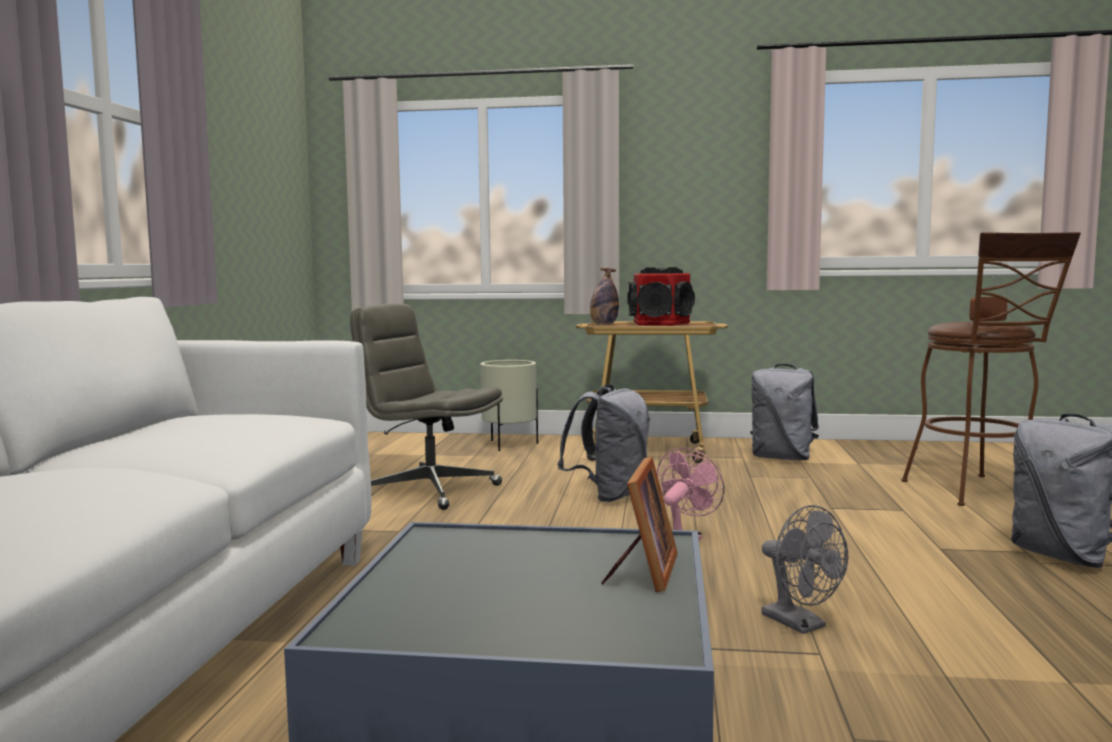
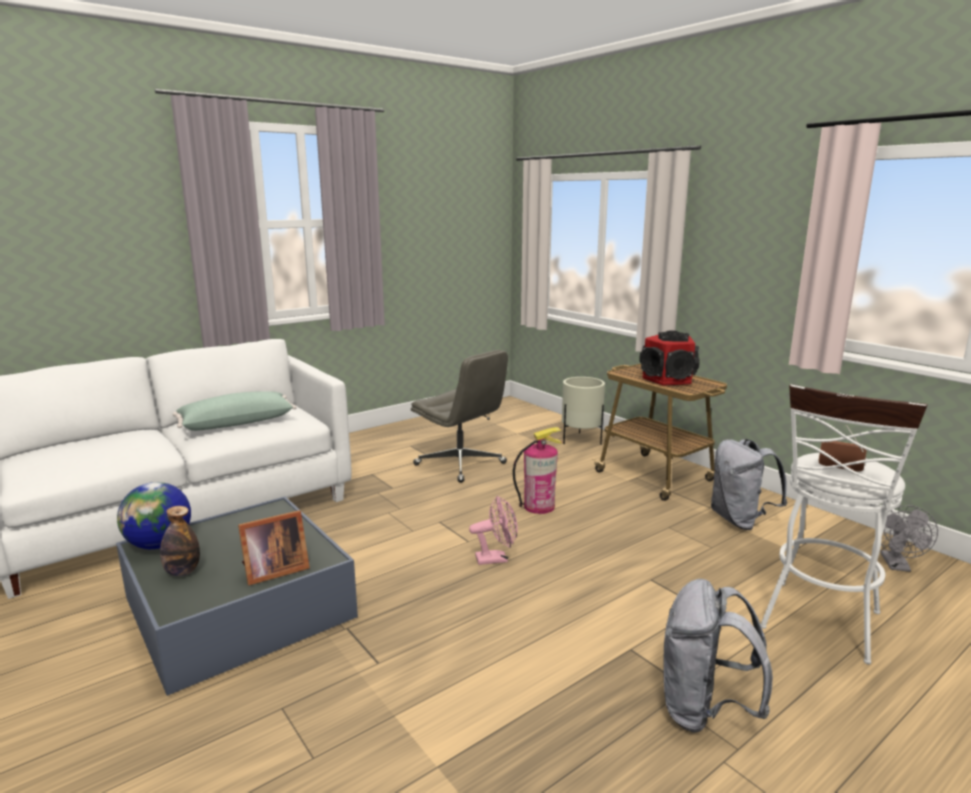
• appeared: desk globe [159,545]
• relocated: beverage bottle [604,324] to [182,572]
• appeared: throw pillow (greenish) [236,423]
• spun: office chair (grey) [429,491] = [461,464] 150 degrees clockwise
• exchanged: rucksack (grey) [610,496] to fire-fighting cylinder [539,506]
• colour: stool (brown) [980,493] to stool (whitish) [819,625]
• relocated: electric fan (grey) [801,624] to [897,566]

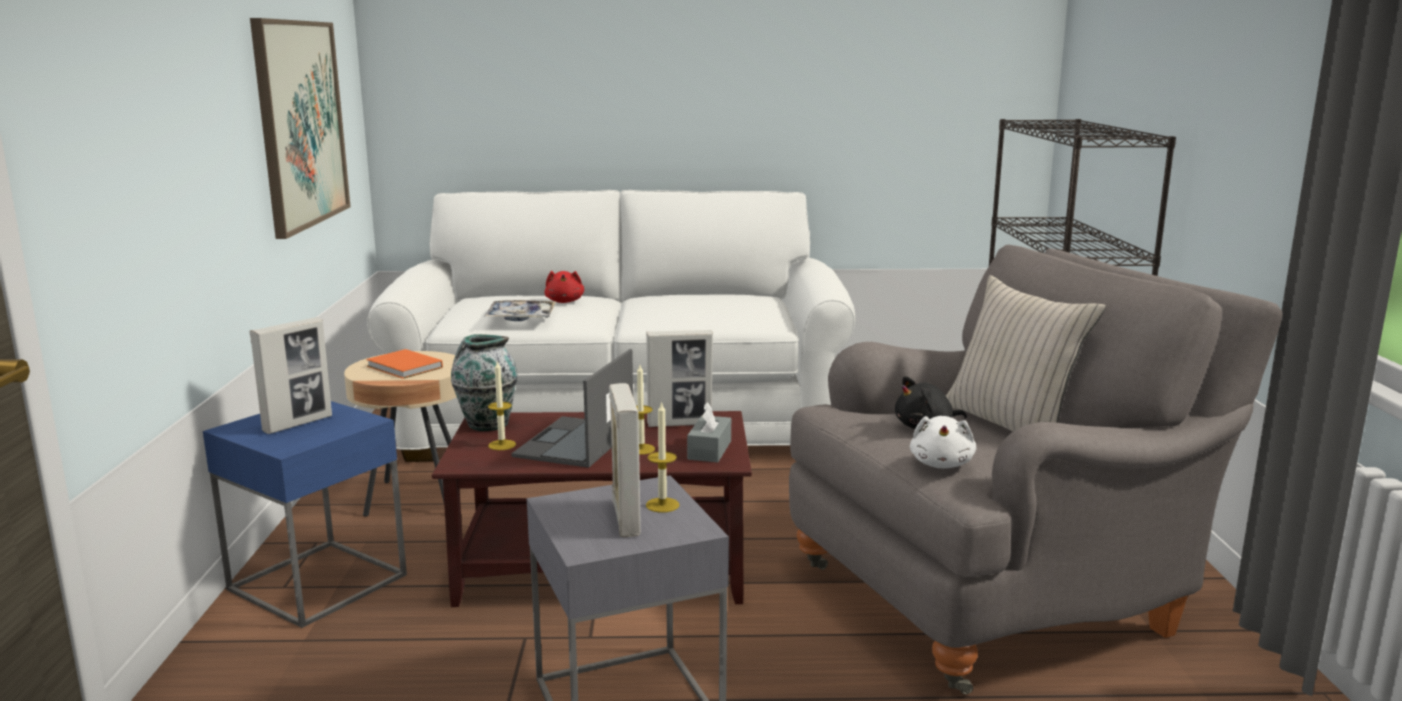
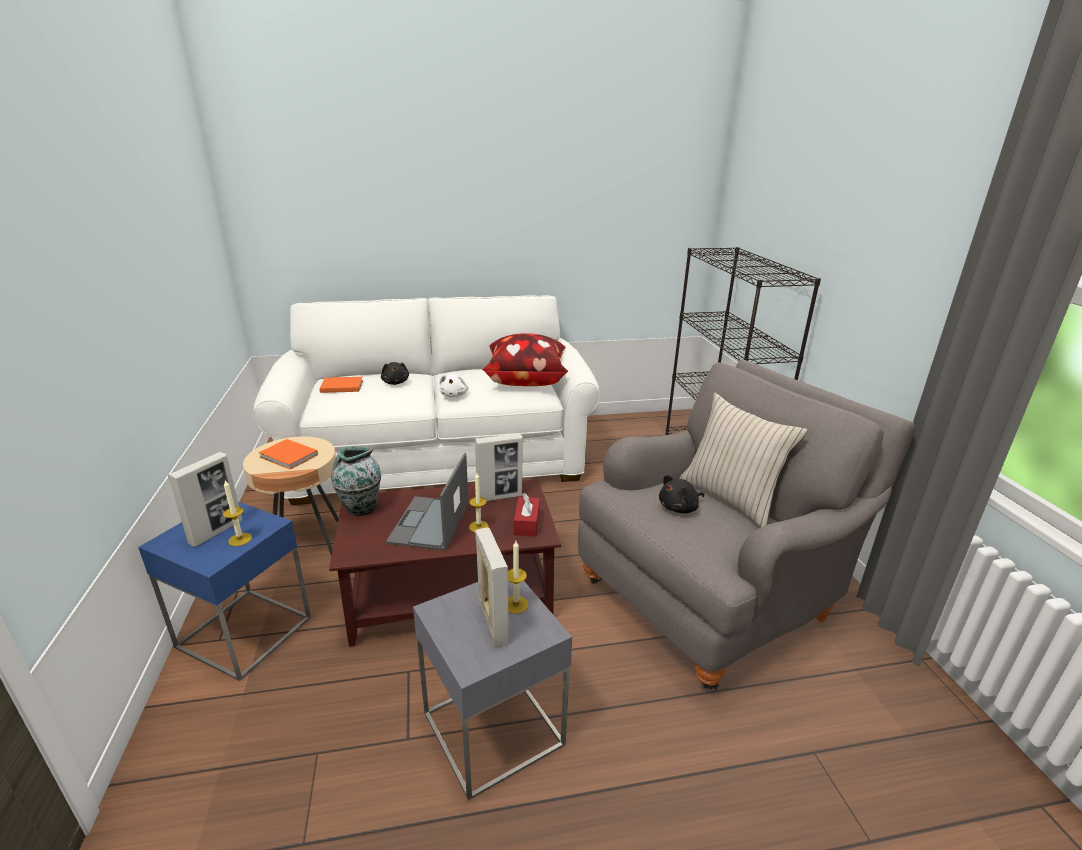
• relocated: wax light [502,445] to [240,539]
• appeared: volume (orange) [341,386]
• colour: plush toy (red-coloured) [565,301] to plush toy (black-coloured) [395,382]
• relocated: plush toy (whitish) [941,464] to [454,395]
• appeared: throw pillow [525,380]
• colour: tissue box (grey) [709,450] to tissue box (red-coloured) [527,523]
• missing: wall picture [301,123]
• missing: tray [521,317]

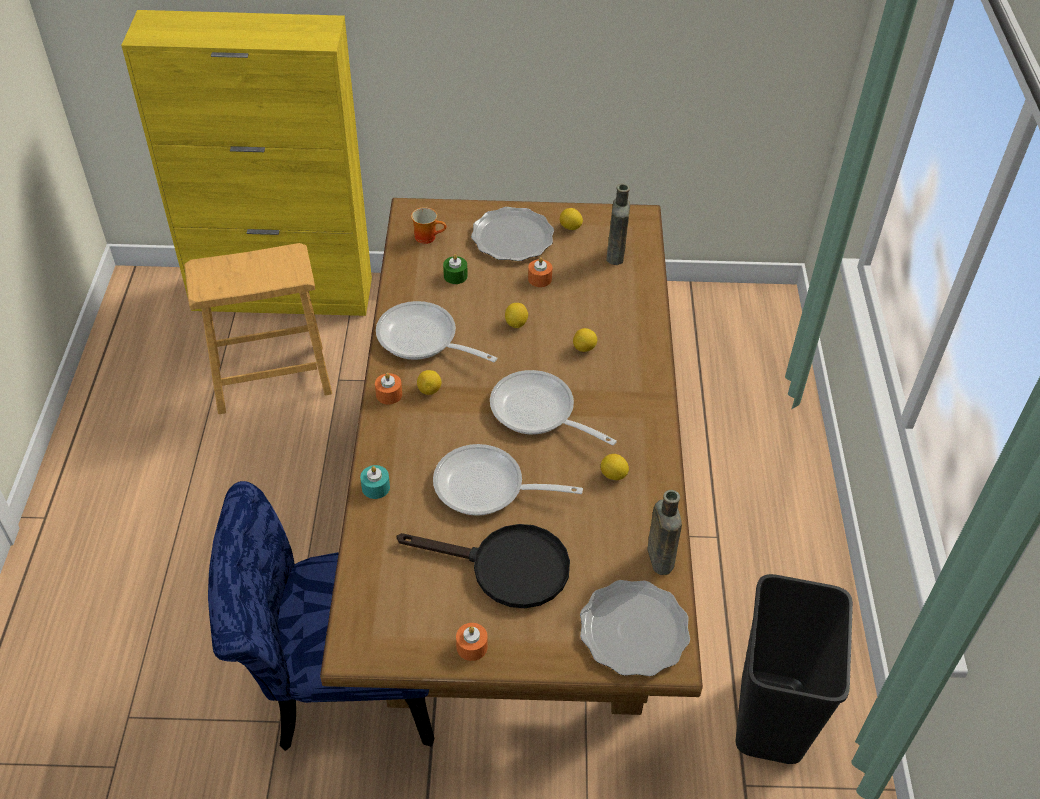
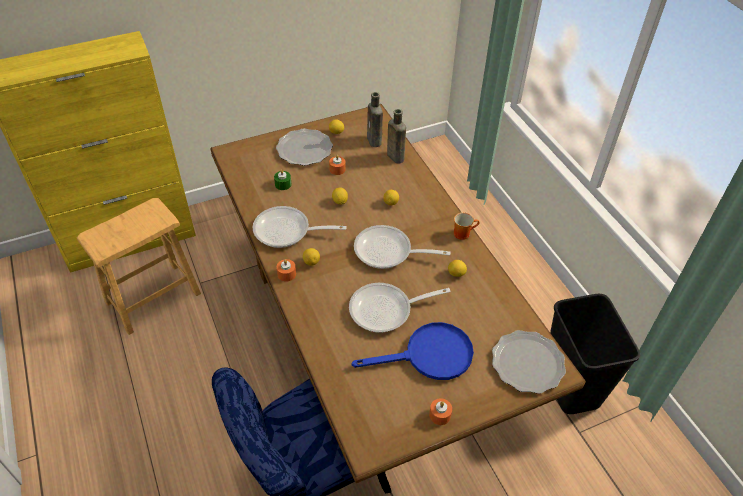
• colour: pan (black-coloured) [506,567] to pan (bluish) [429,356]
• relocated: beverage bottle (brown) [659,557] to [394,156]
• relocated: mug [428,236] to [463,233]
• missing: wax light (turquoise) [375,487]

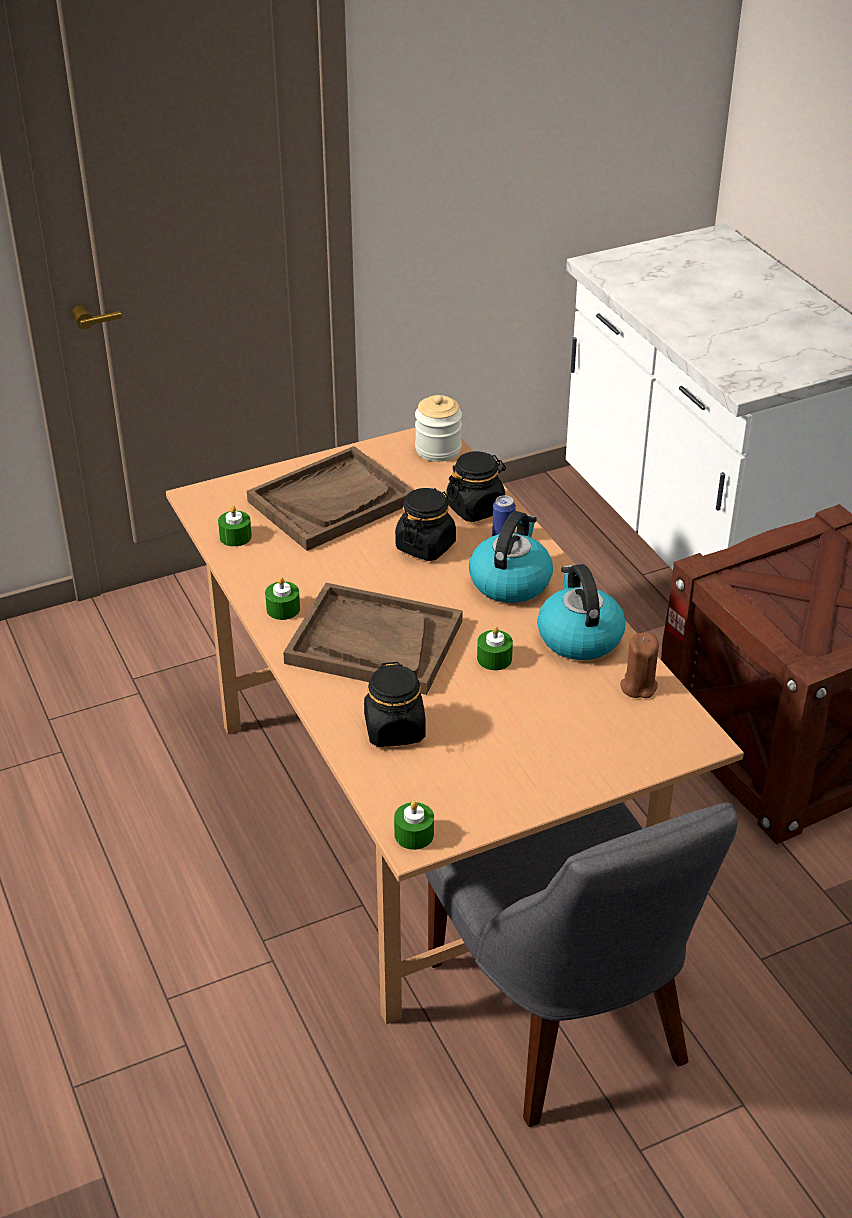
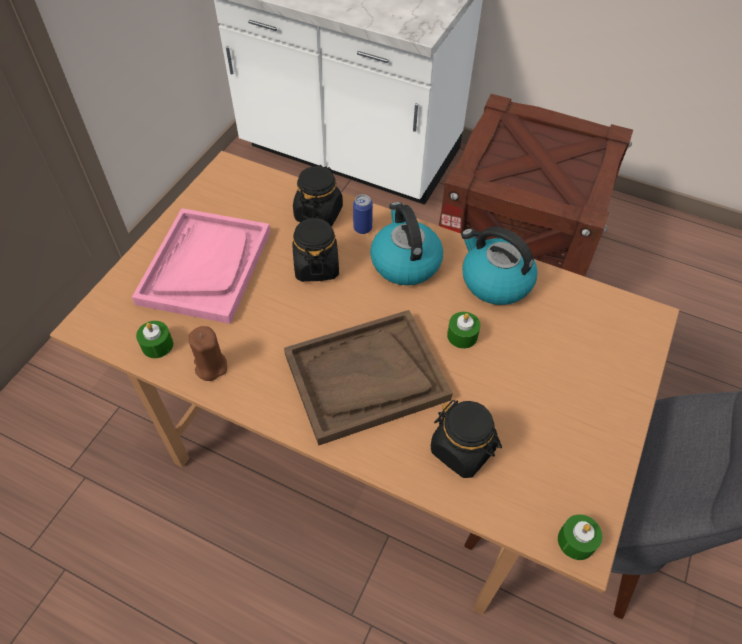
• colour: tray (brown) [331,501] to tray (pink) [205,266]
• relocated: wax light (brown) [638,686] to [210,366]
• missing: wax light (greenish) [283,609]
• missing: storage jar [438,450]

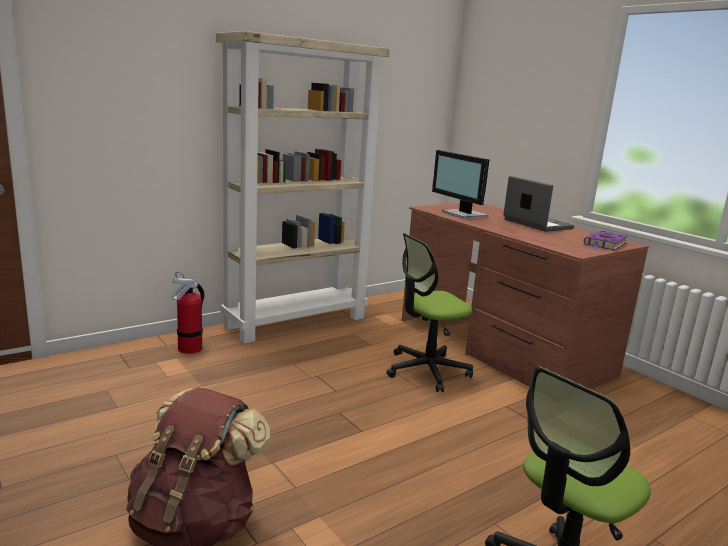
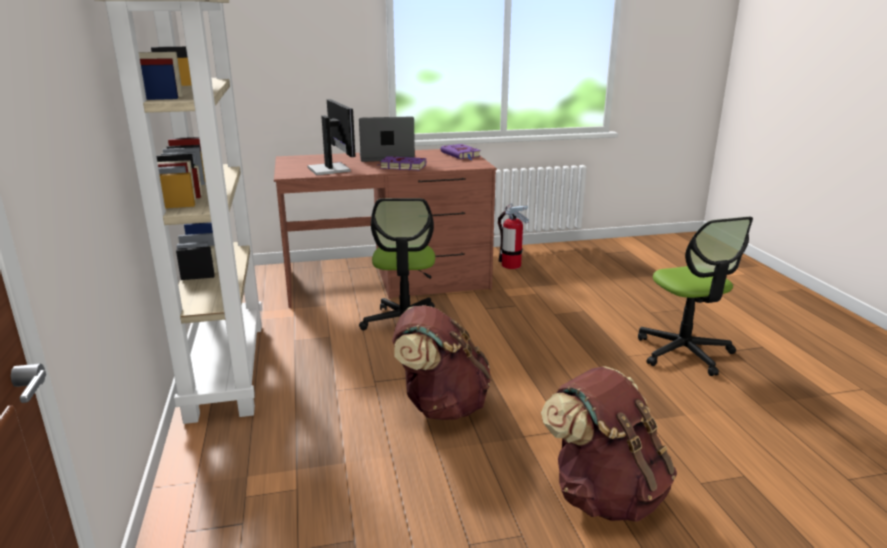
• spun: computer screen [463,214] = [330,169] 105 degrees counterclockwise
• appeared: volume (purple-coloured) [401,166]
• appeared: rucksack (brown) [440,406]
• relocated: fire-fighting cylinder [190,348] to [510,265]

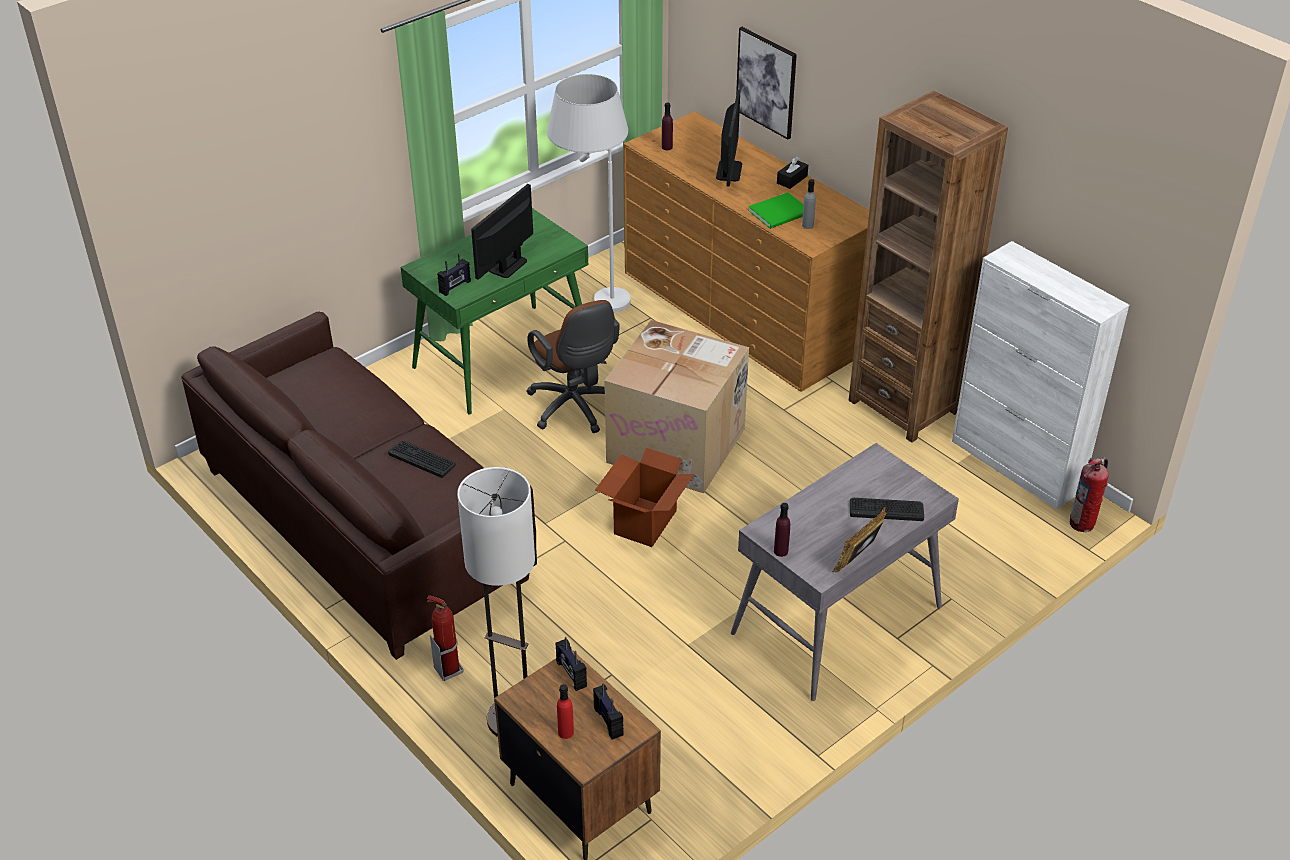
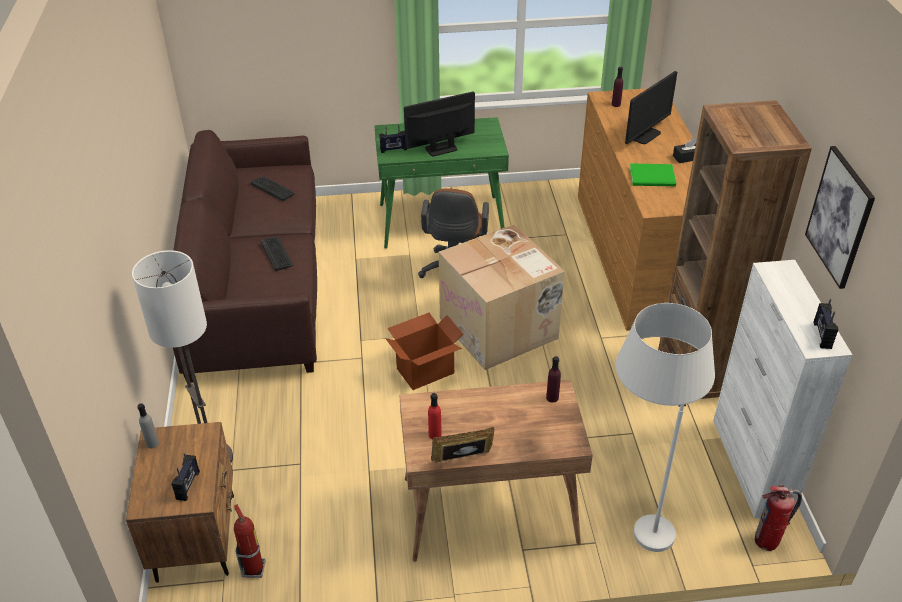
• relocated: beverage bottle (grey) [807,225] to [152,443]
• relocated: fire-fighting cylinder [448,669] to [254,568]
• relocated: computer keyboard [886,509] to [273,188]
• colour: desk unit (grey) [836,621] to desk unit (brown) [489,511]
• relocated: beverage bottle (red-coloured) [566,732] to [435,435]
• relocated: beverage bottle (purple-coloured) [781,551] to [552,398]
• relocated: standard lamp (whitish) [592,299] to [635,520]
• relocated: wall picture [766,82] to [840,217]
• relocated: radio [571,674] to [821,335]

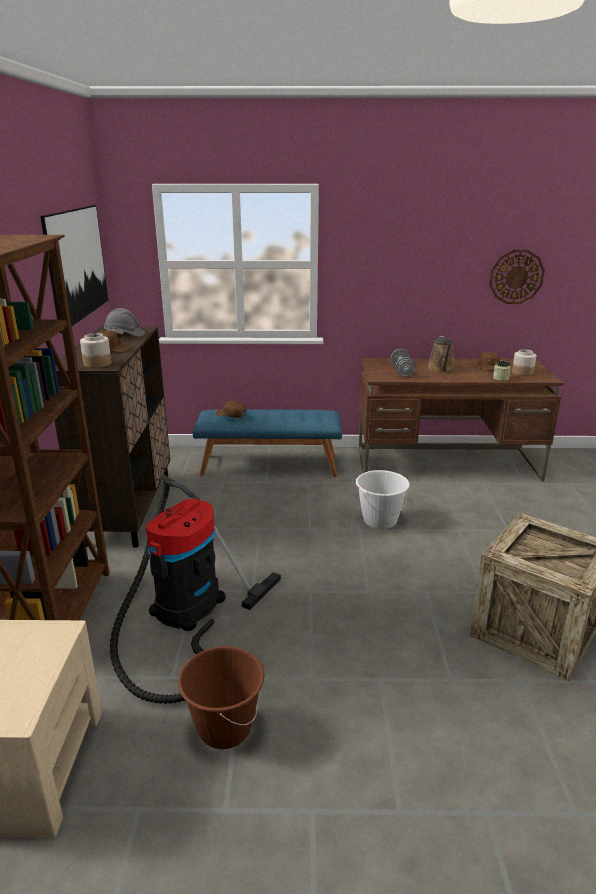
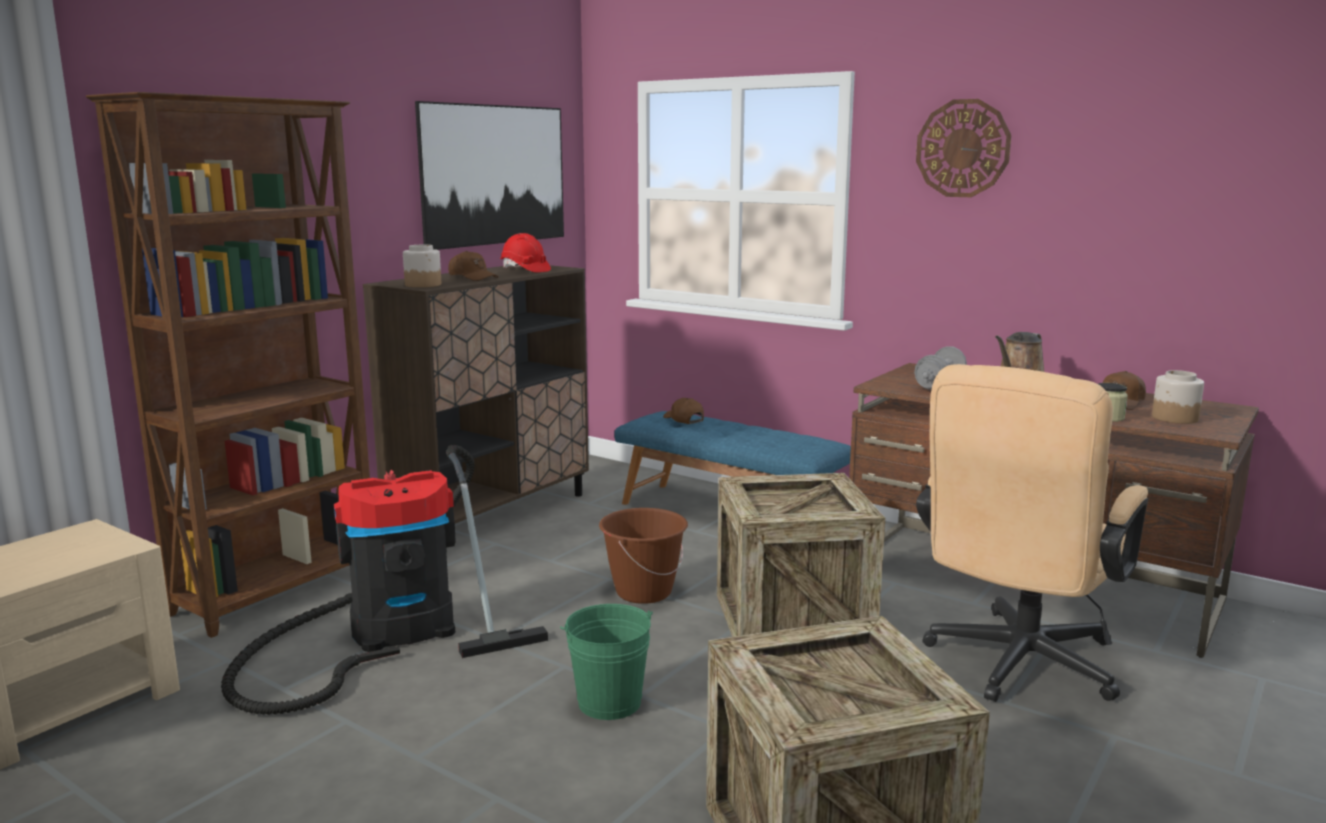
• colour: work helmet (grey) [124,335] to work helmet (red-coloured) [525,270]
• appeared: bucket (greenish) [609,702]
• relocated: bucket (brown) [224,728] to [643,592]
• exchanged: bucket (whitish) [379,520] to packing crate [792,620]
• relocated: hanging clock [516,277] to [963,148]
• appeared: office chair (sand-coloured) [1016,667]

